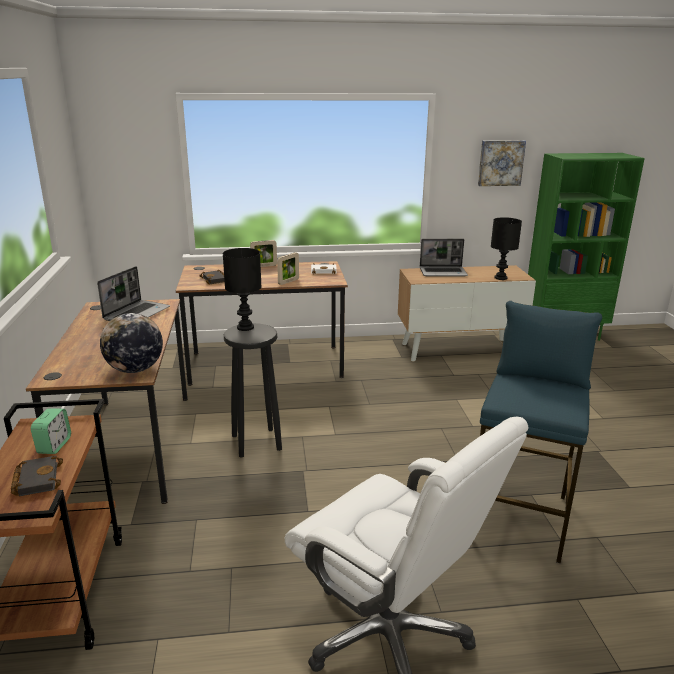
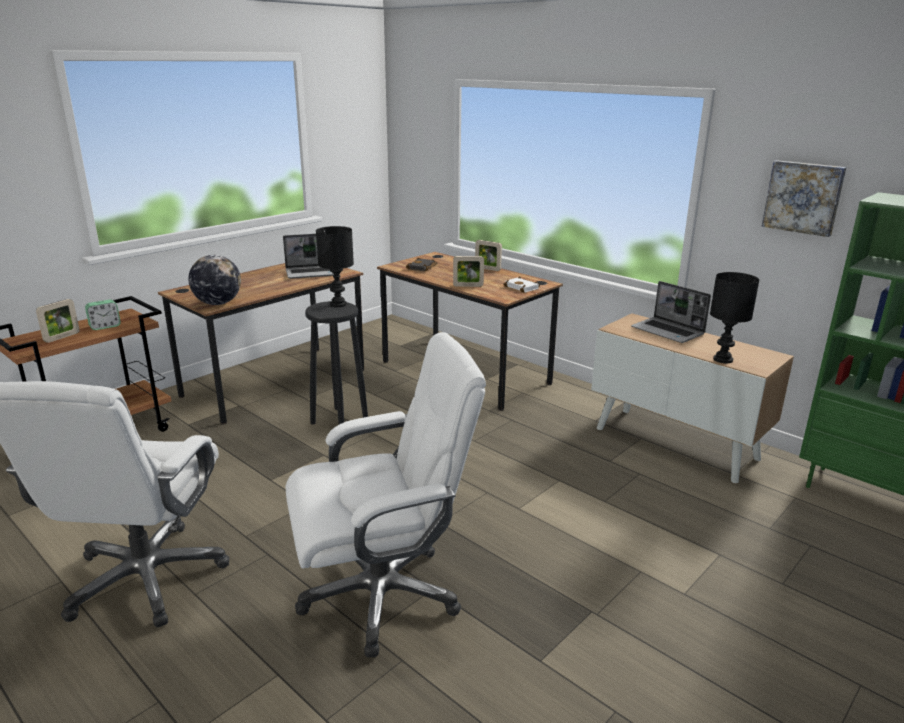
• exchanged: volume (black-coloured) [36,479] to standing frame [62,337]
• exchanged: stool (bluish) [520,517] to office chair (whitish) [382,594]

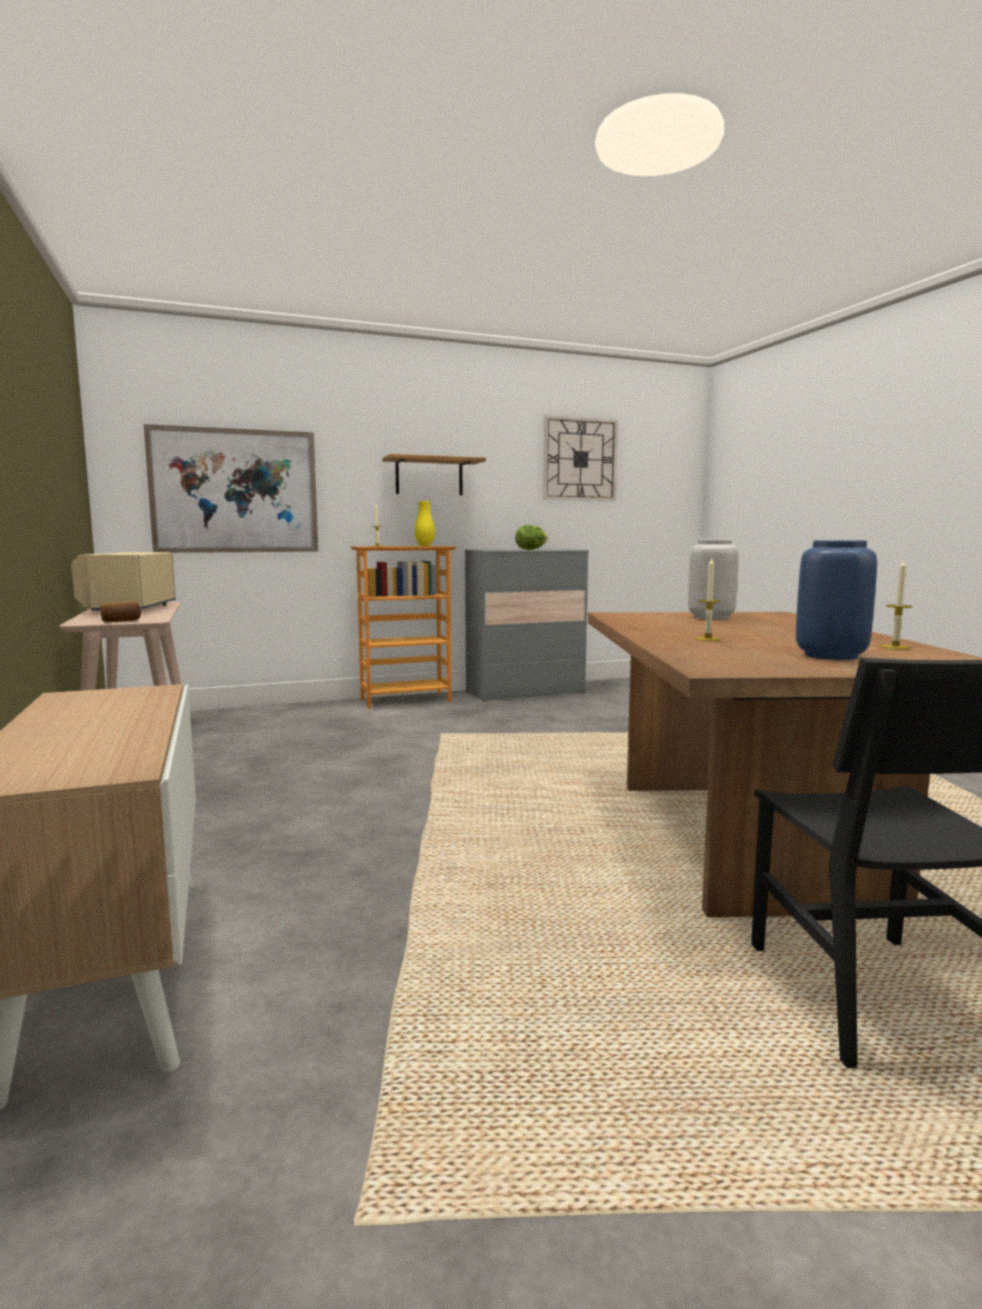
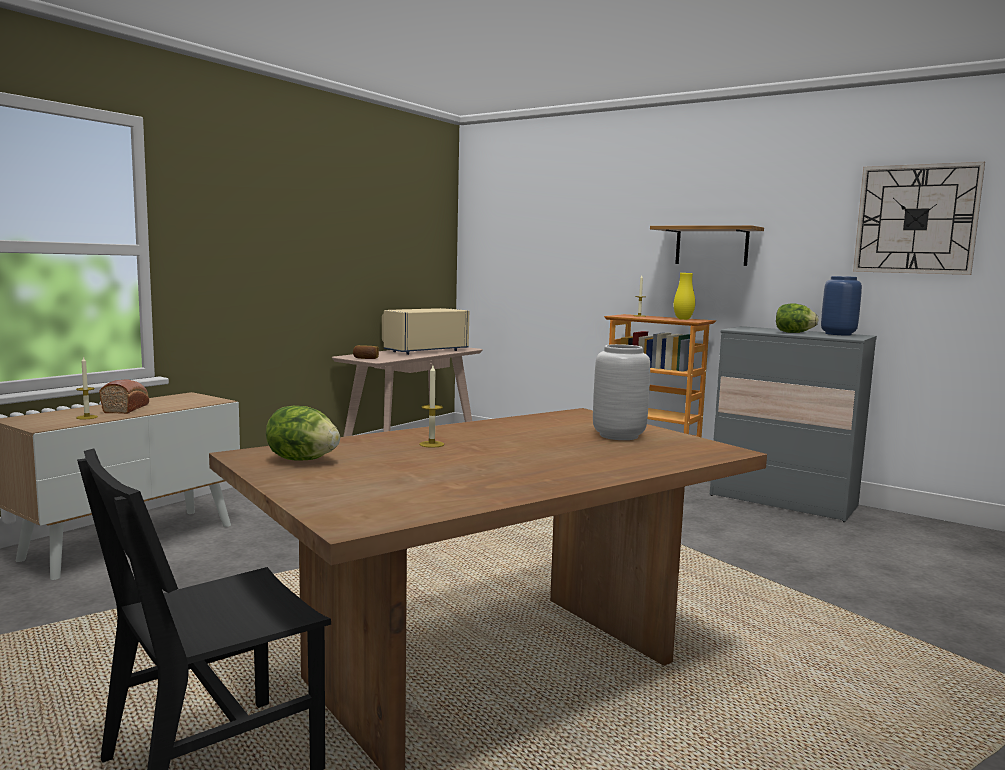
• relocated: wax light [895,647] to [87,417]
• appeared: bakery bread [127,408]
• appeared: lettuce head [302,460]
• relocated: decorative vase (bluish) [832,656] to [838,334]
• missing: wall picture [235,491]

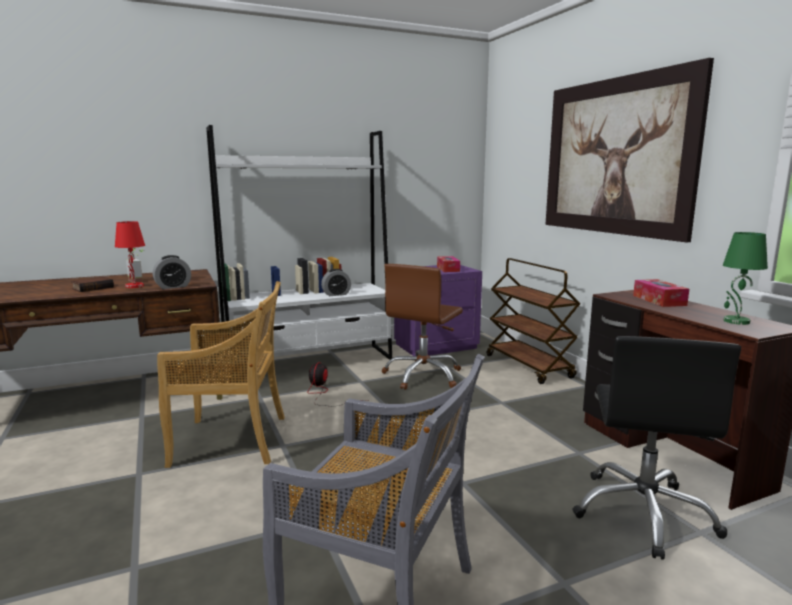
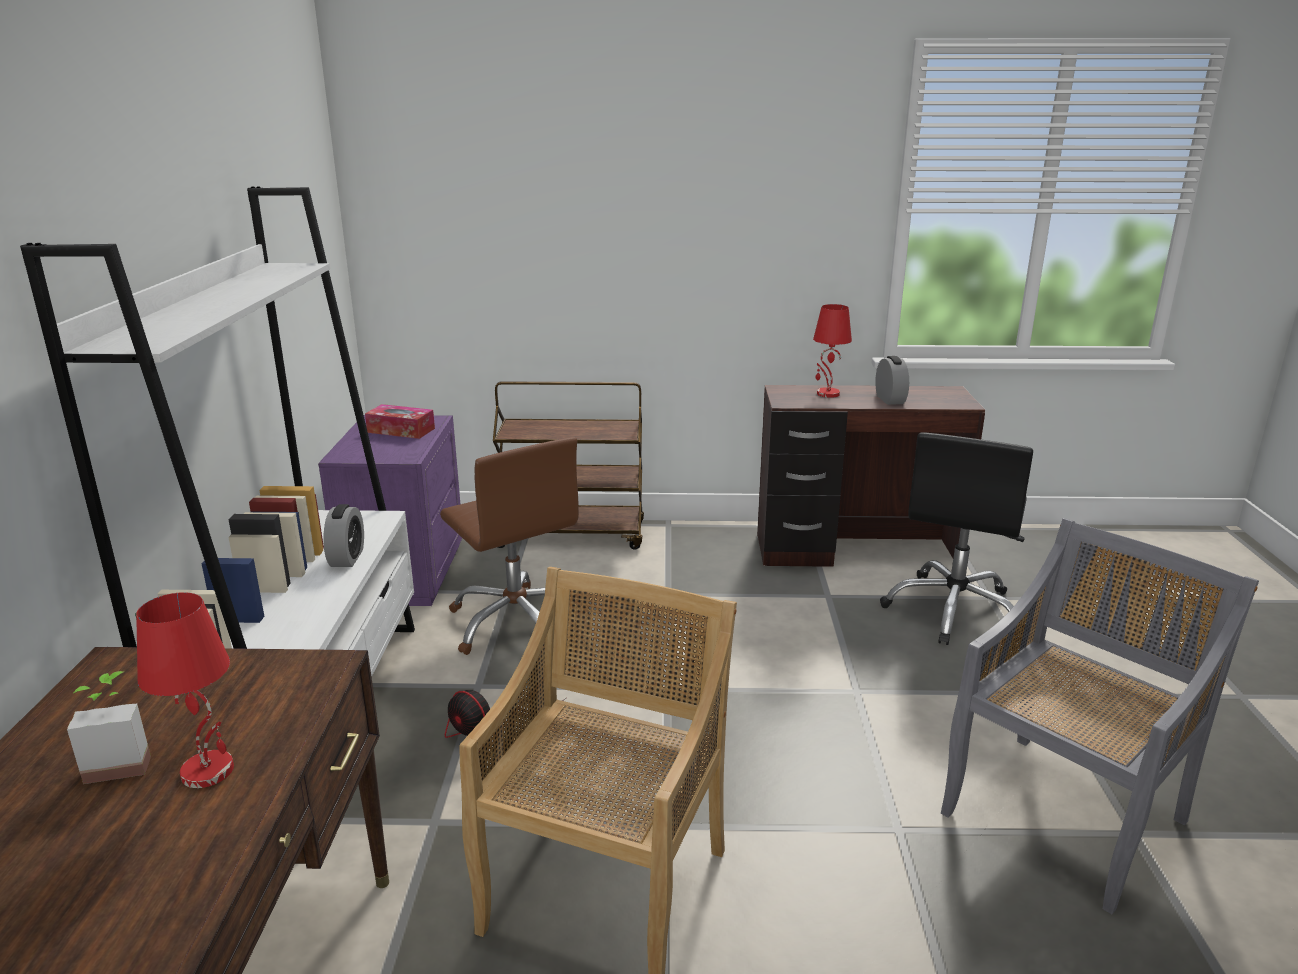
• exchanged: tissue box [659,300] to table lamp (red-coloured) [827,394]
• relocated: bedside clock [173,287] to [890,399]
• spun: office chair (black-coloured) [644,513] = [954,610] 75 degrees clockwise
• missing: volume [93,288]
• missing: wall picture [615,157]
• missing: table lamp (greenish) [736,321]

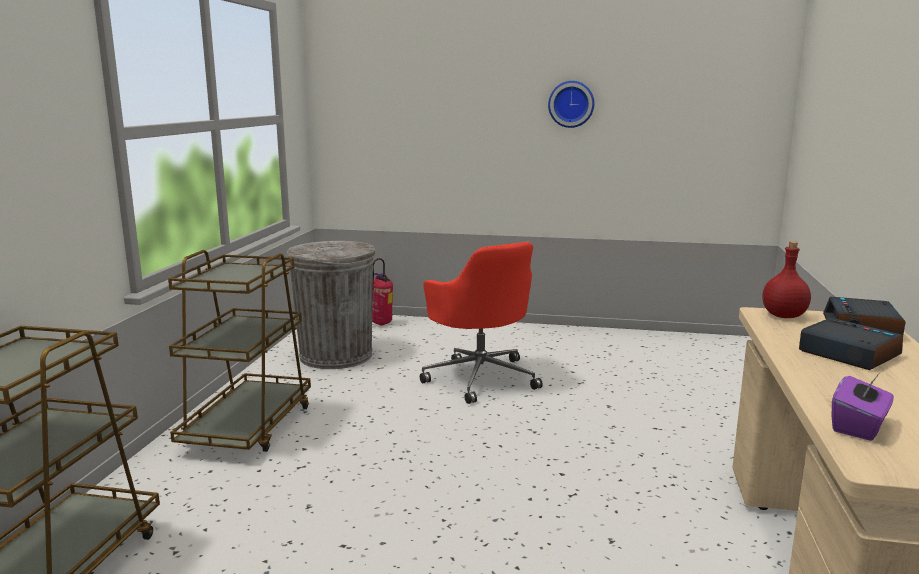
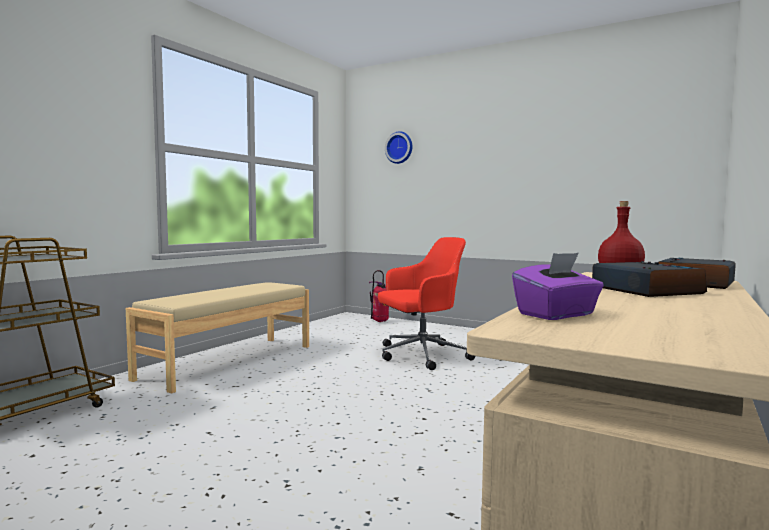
• exchanged: wheeled cart (brown) [248,426] to indoor bench (sand-coloured) [229,361]
• spun: office chair (red-coloured) [480,377] = [420,355] 105 degrees counterclockwise
• relocated: hanging clock [571,104] to [399,148]
• missing: waste bin (grey) [336,355]

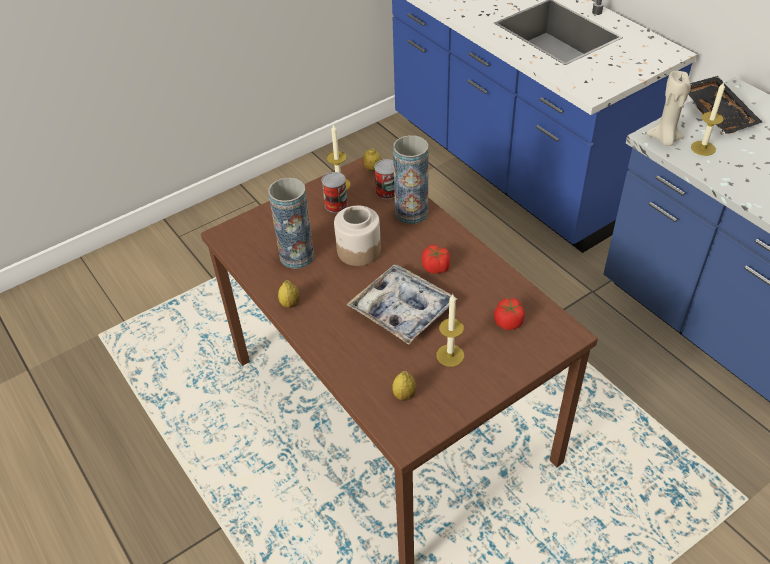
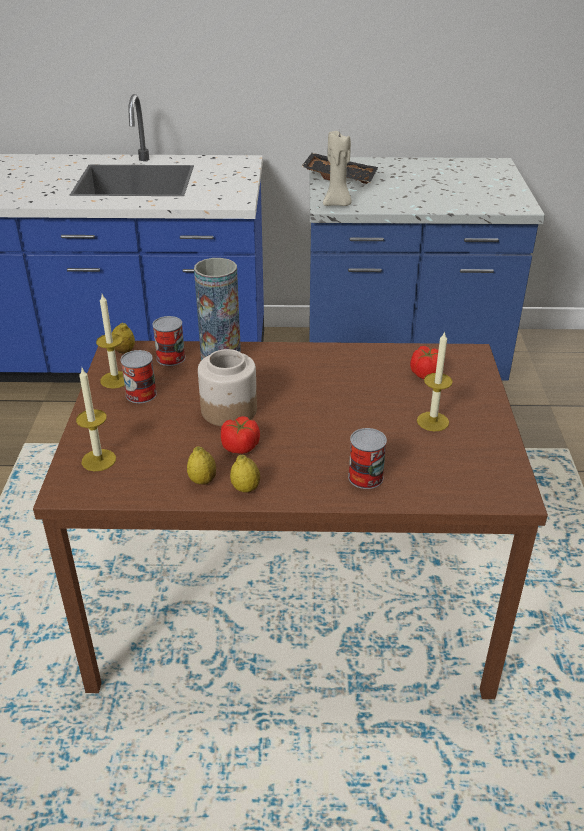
• relocated: wax light [703,148] to [98,460]
• relocated: whole lemon [404,395] to [202,480]
• relocated: whole tomato [436,267] to [240,447]
• appeared: can [365,477]
• missing: decorative vase [297,256]
• missing: tray [402,310]

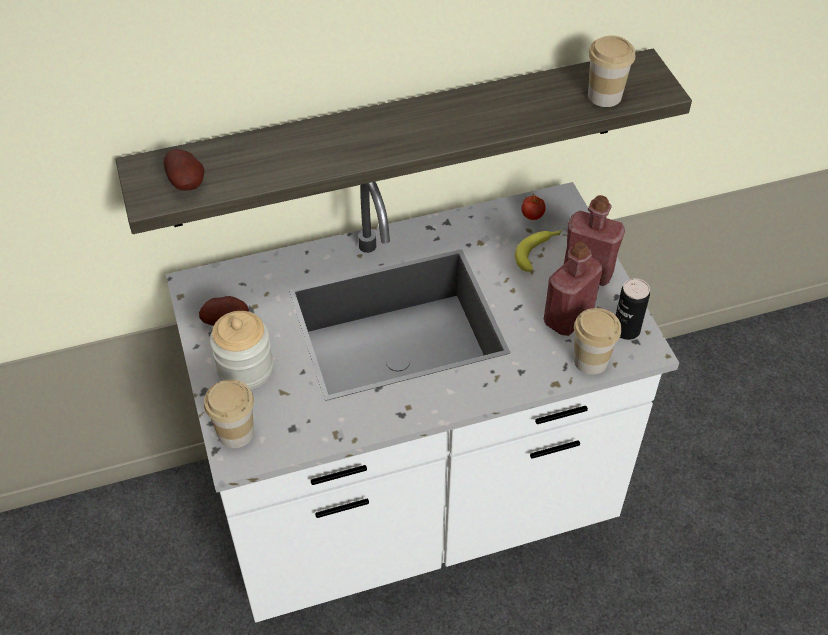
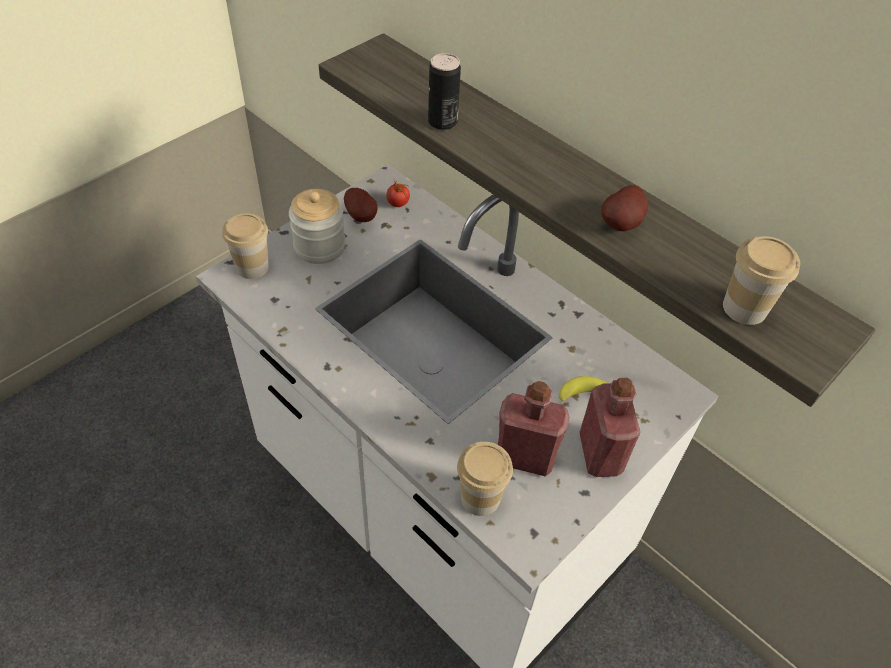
• relocated: whole tomato [532,215] to [398,203]
• relocated: can [626,330] to [442,122]
• relocated: whole potato [188,183] to [622,224]

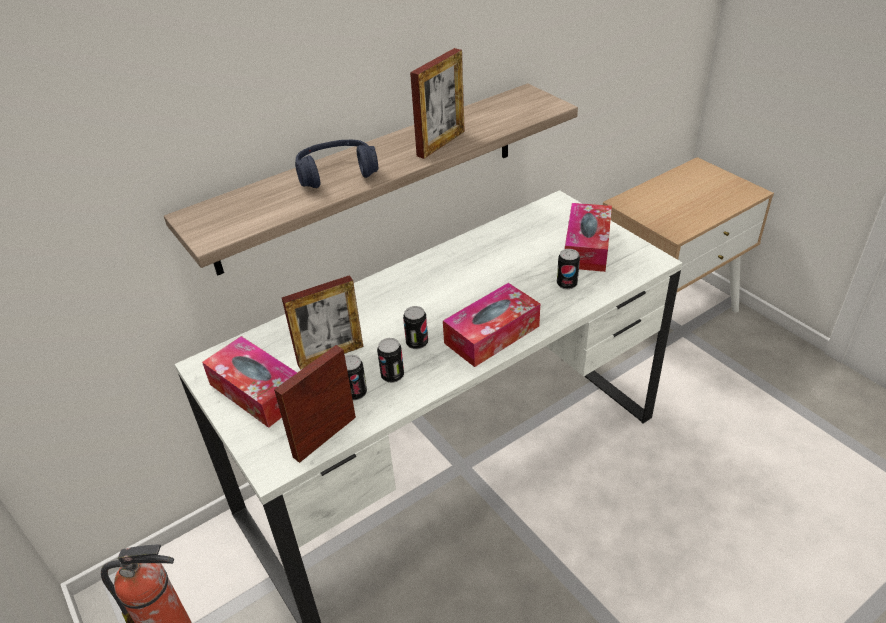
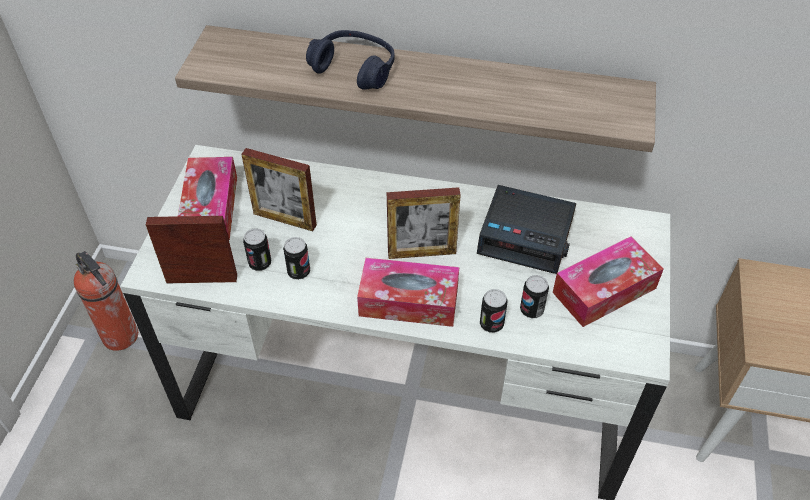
• relocated: standing frame [441,143] to [422,253]
• appeared: bedside clock [526,236]
• relocated: can [417,343] to [491,324]

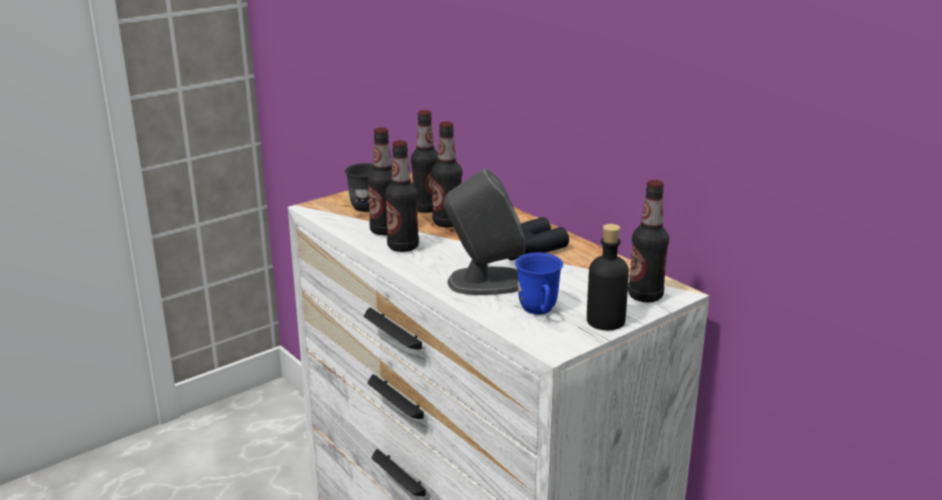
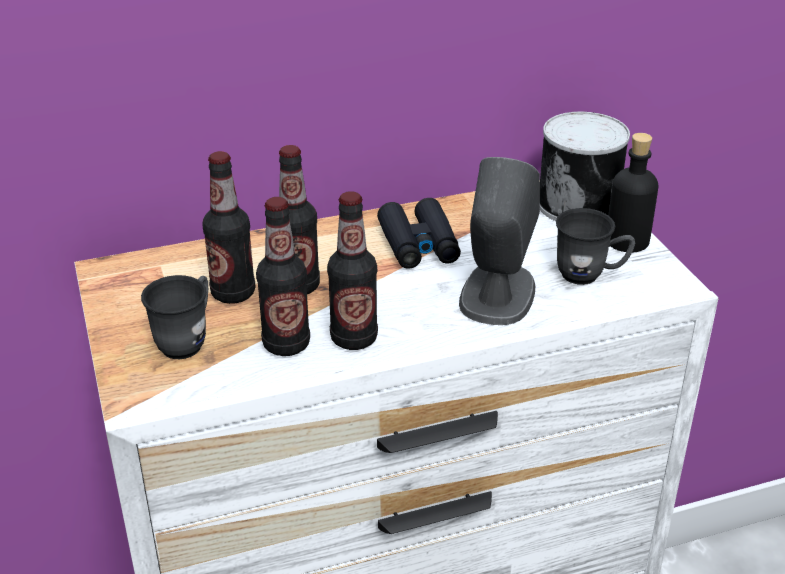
• exchanged: beverage bottle [645,296] to can [579,204]
• colour: mug (bluish) [539,311] to mug (grey) [590,275]

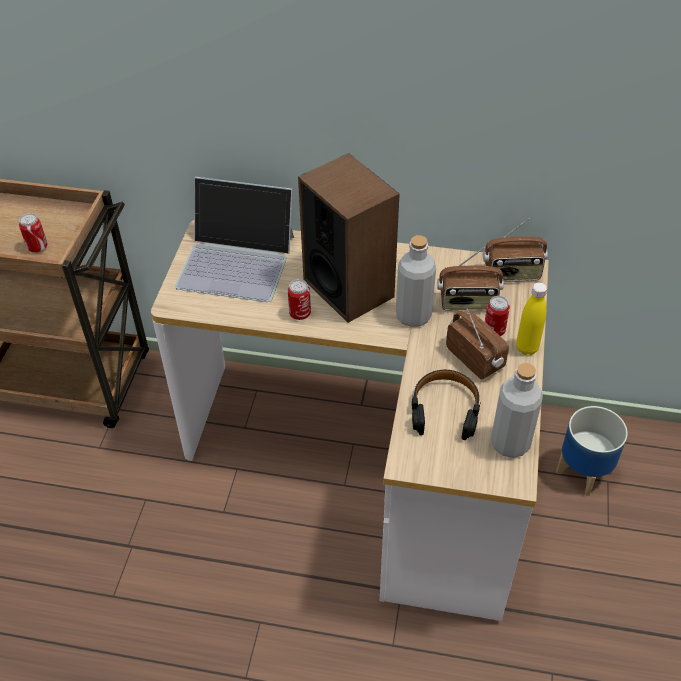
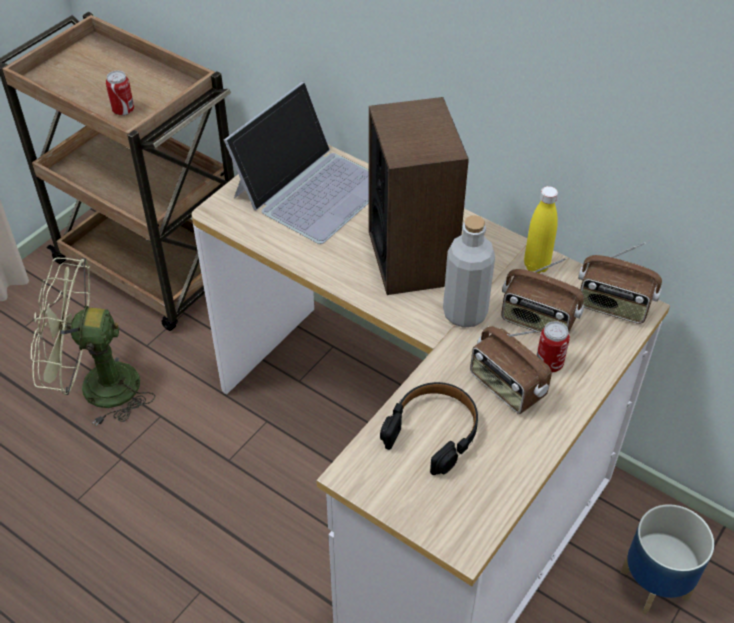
• appeared: electric fan (greenish) [96,388]
• spun: portable computer [237,261] = [311,188] 90 degrees counterclockwise
• spun: radio [475,358] = [506,387] 150 degrees clockwise
• relocated: beverage bottle (yellow-coloured) [526,348] to [536,266]
• missing: can [300,314]
• missing: beverage bottle (grey) [510,443]

